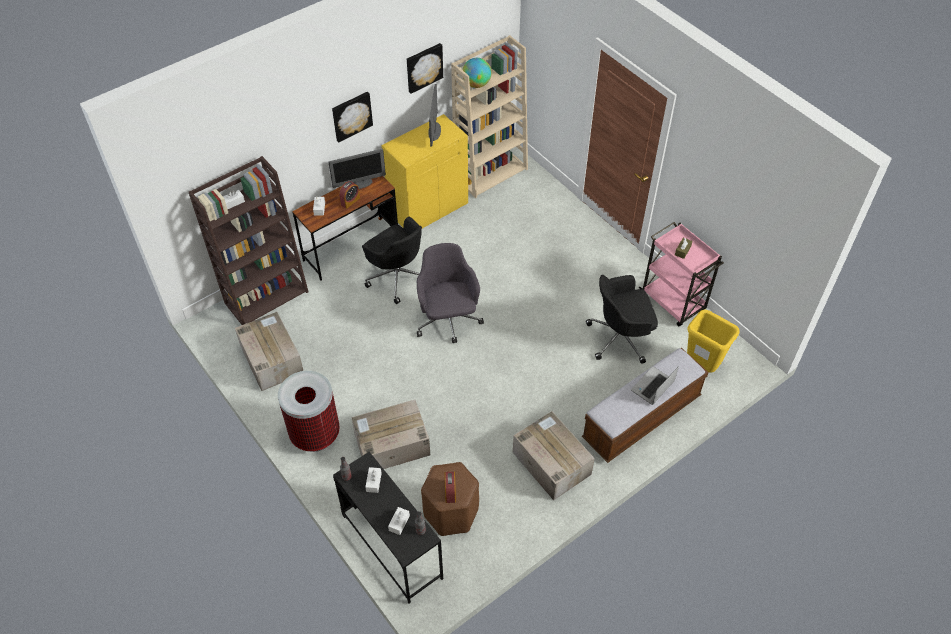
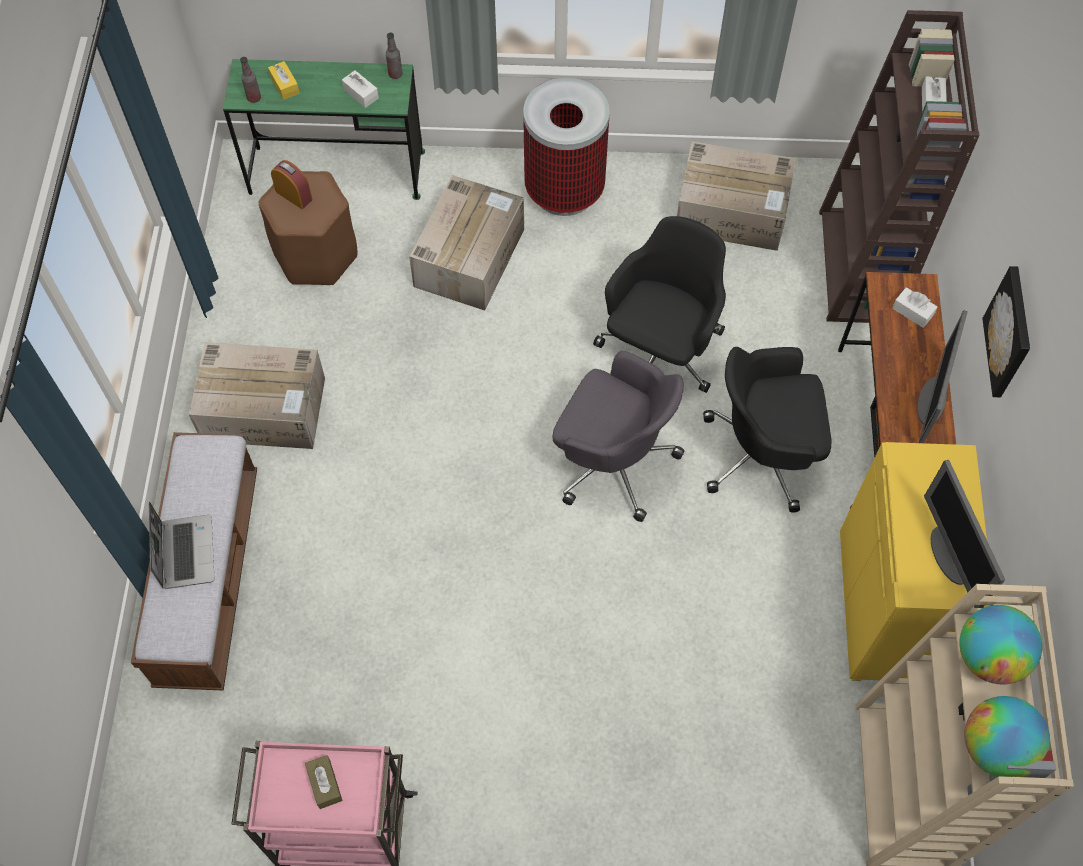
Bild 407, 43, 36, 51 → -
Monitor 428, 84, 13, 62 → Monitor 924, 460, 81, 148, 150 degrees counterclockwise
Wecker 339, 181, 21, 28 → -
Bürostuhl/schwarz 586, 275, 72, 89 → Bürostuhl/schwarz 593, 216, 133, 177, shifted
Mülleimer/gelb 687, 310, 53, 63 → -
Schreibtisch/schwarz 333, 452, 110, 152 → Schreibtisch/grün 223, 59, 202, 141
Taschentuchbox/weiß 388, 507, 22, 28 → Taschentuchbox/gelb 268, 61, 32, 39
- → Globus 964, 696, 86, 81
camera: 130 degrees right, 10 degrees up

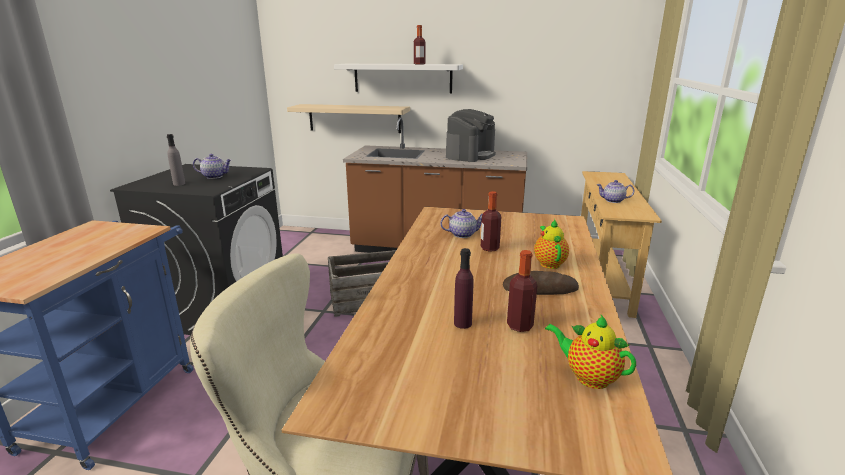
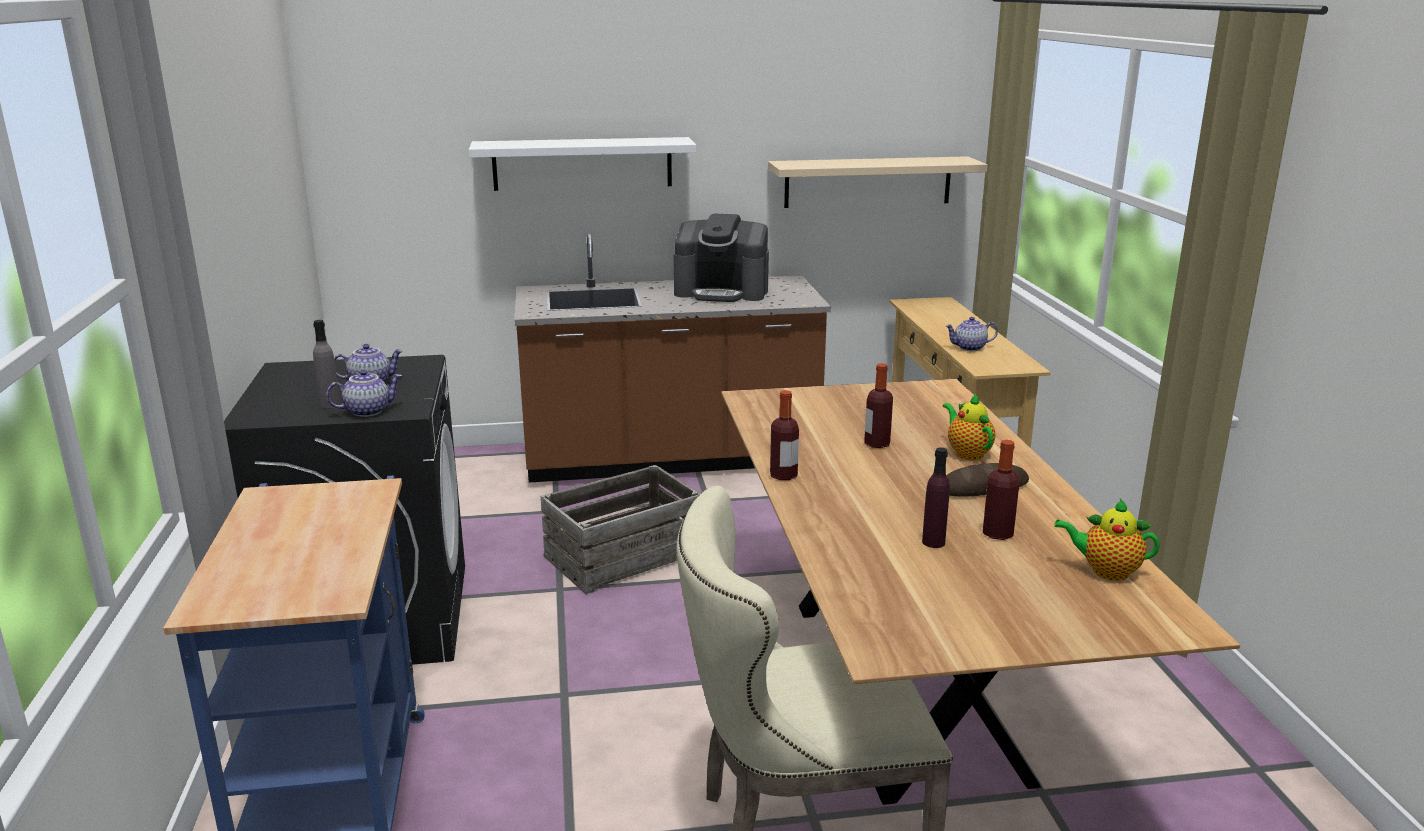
Flasche 414, 25, 11, 40 → Flasche 770, 390, 29, 90, shifted
Wandregal/beige 287, 104, 123, 29 → Wandregal/beige 768, 156, 220, 52, shifted
Kaffeemaschine 446, 109, 50, 53 → Kaffeemaschine 674, 214, 95, 88, 90 degrees clockwise
Teekanne 440, 209, 43, 29 → Teekanne 326, 370, 76, 47, shifted
camera: 20 degrees left, 0 degrees up

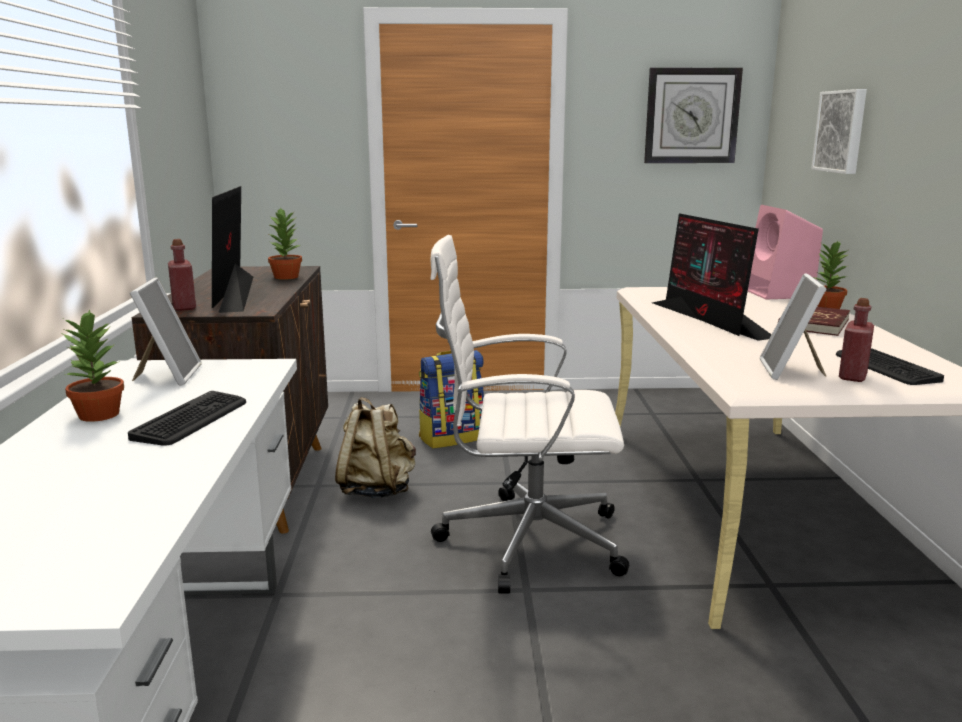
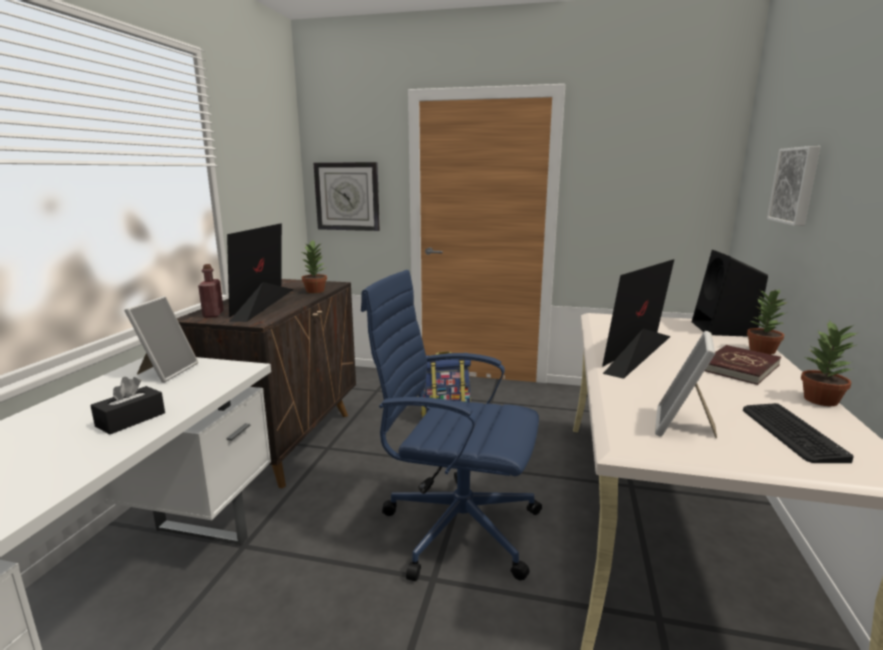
Wanduhr 644, 68, 99, 95 → Wanduhr 313, 162, 67, 69, shifted
Lautsprecher/rosa 748, 205, 75, 94 → Lautsprecher/schwarz 692, 250, 76, 87
Monitor 652, 213, 119, 128 → Monitor 602, 259, 72, 120, 45 degrees clockwise
Bürostuhl/weiß 431, 235, 198, 359 → Bürostuhl/blau 361, 270, 181, 311
Flasche/rot 839, 298, 35, 84 → -
Topfpflanze 63, 310, 61, 112 → Topfpflanze 801, 321, 58, 85, shifted
Tastatur 128, 391, 118, 55 → Taschentuchbox/schwarz 90, 377, 75, 57
Rucksack/beige 335, 397, 81, 101 → -
camera: 15 degrees right, 0 degrees up

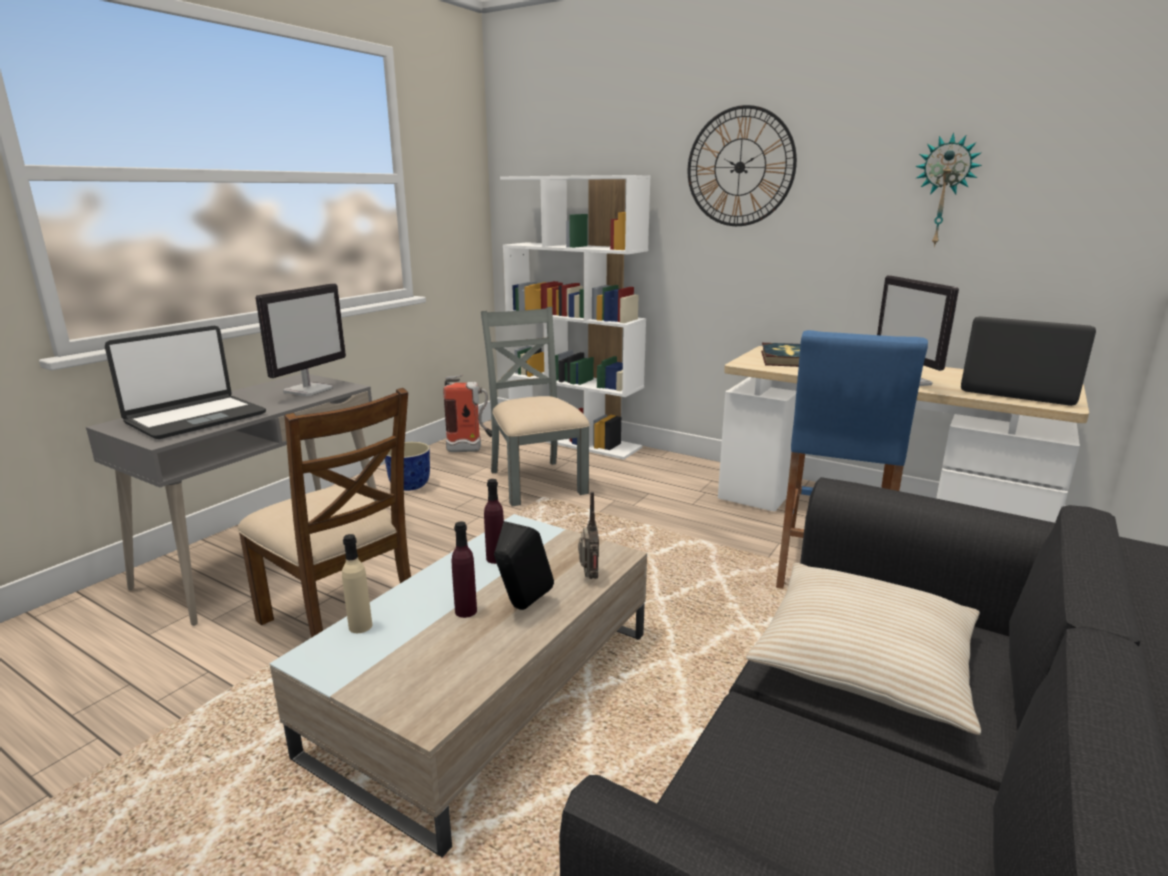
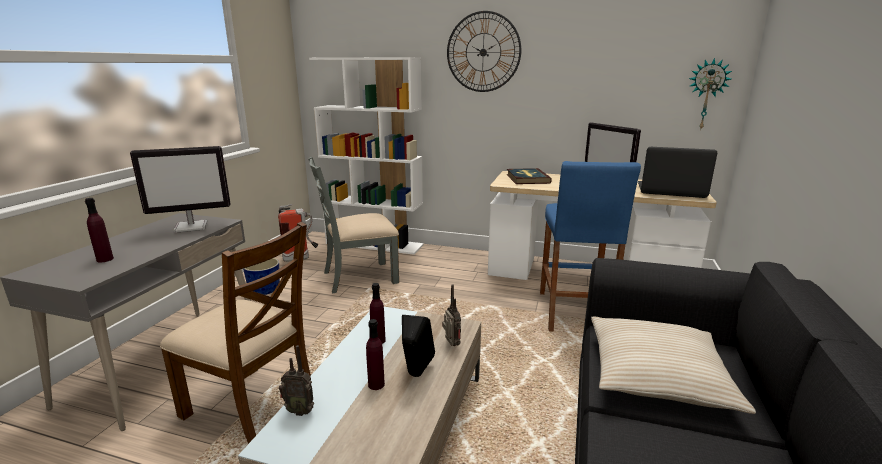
Wanduhr 915, 133, 67, 114 → Wanduhr 689, 58, 43, 73, shifted
Monitor 256, 283, 90, 113 → Monitor 130, 146, 101, 87, 60 degrees clockwise
Stuhl/grau 481, 307, 109, 200 → Stuhl/grau 308, 157, 91, 136, 75 degrees counterclockwise
Laptop 105, 326, 161, 113 → Flasche/lila 85, 198, 29, 64
Flasche/beige 342, 534, 30, 99 → Radio 279, 345, 35, 71
camera: 15 degrees left, 0 degrees up

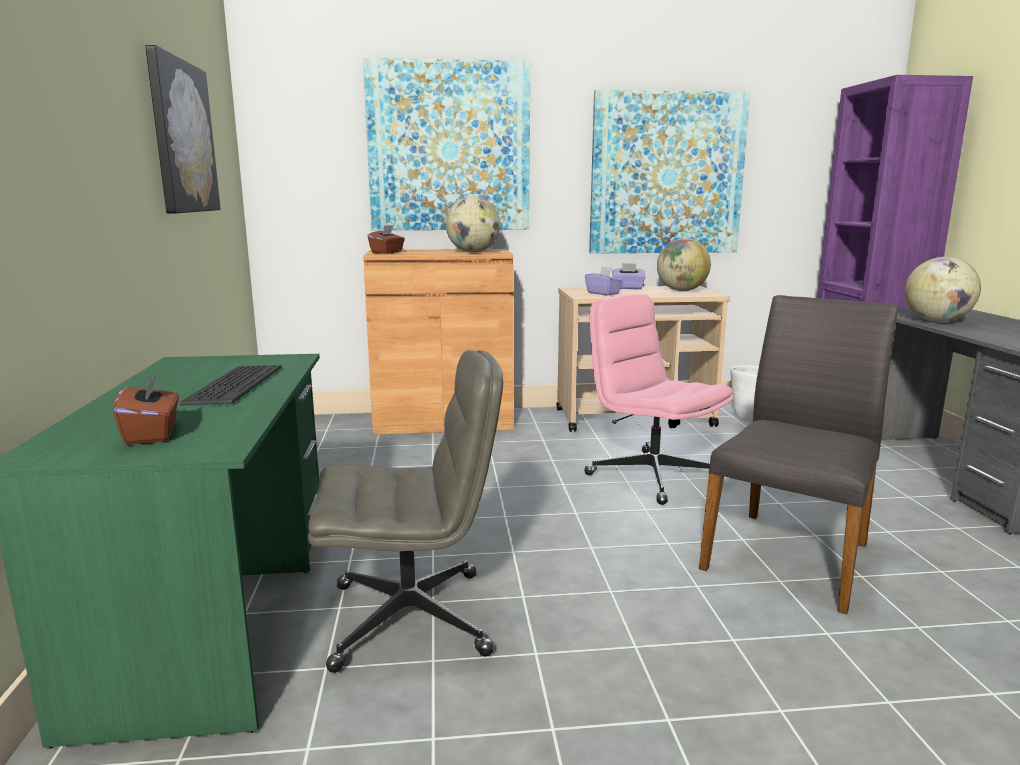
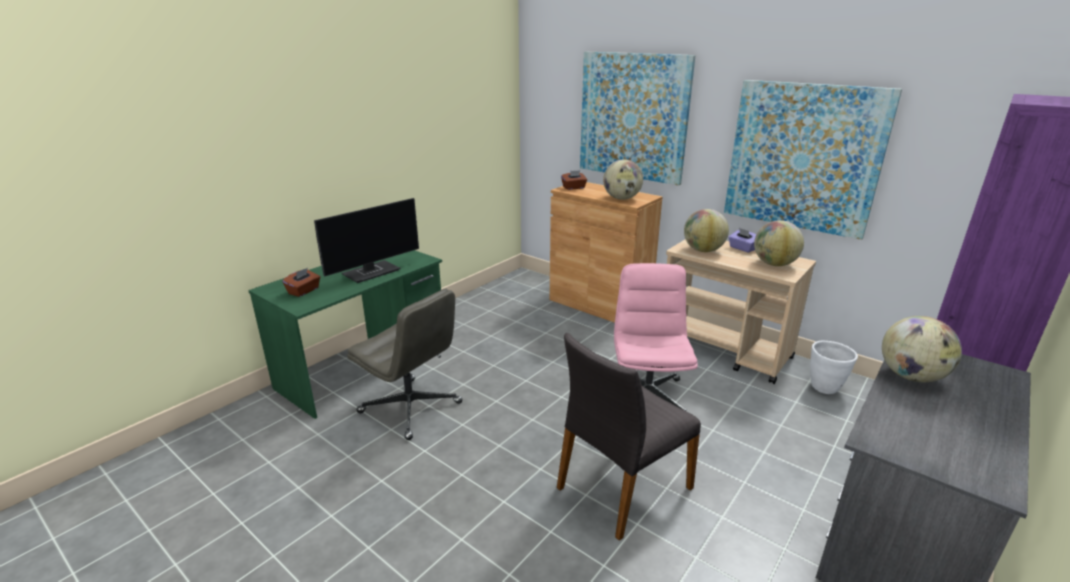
Bild 145, 45, 76, 168 → -
Taschentuchbox/lila 585, 266, 38, 29 → Globus 684, 209, 45, 43
Stuhl/grau 699, 295, 199, 319 → Stuhl/grau 557, 333, 144, 208, 150 degrees clockwise
Tastatur 180, 365, 102, 40 → Monitor 314, 198, 105, 85
camera: 45 degrees right, 10 degrees up

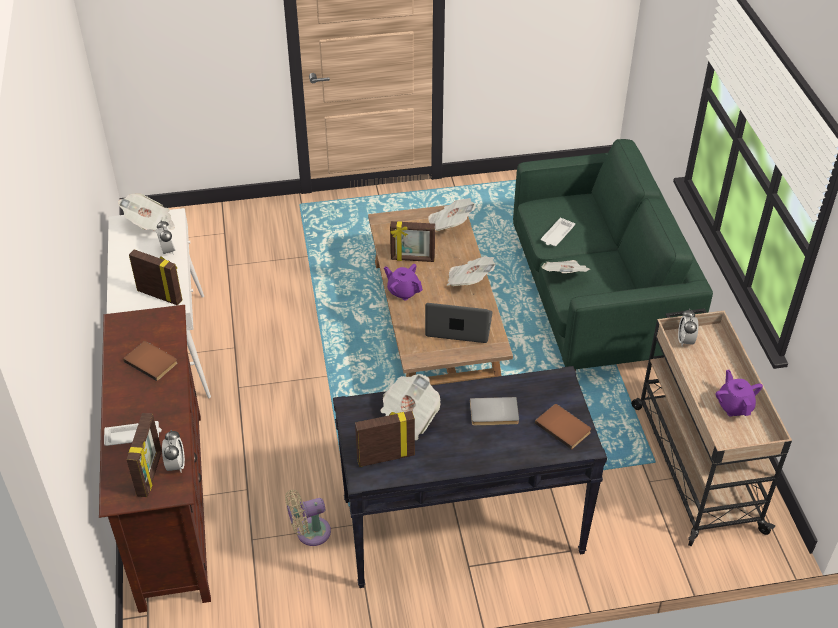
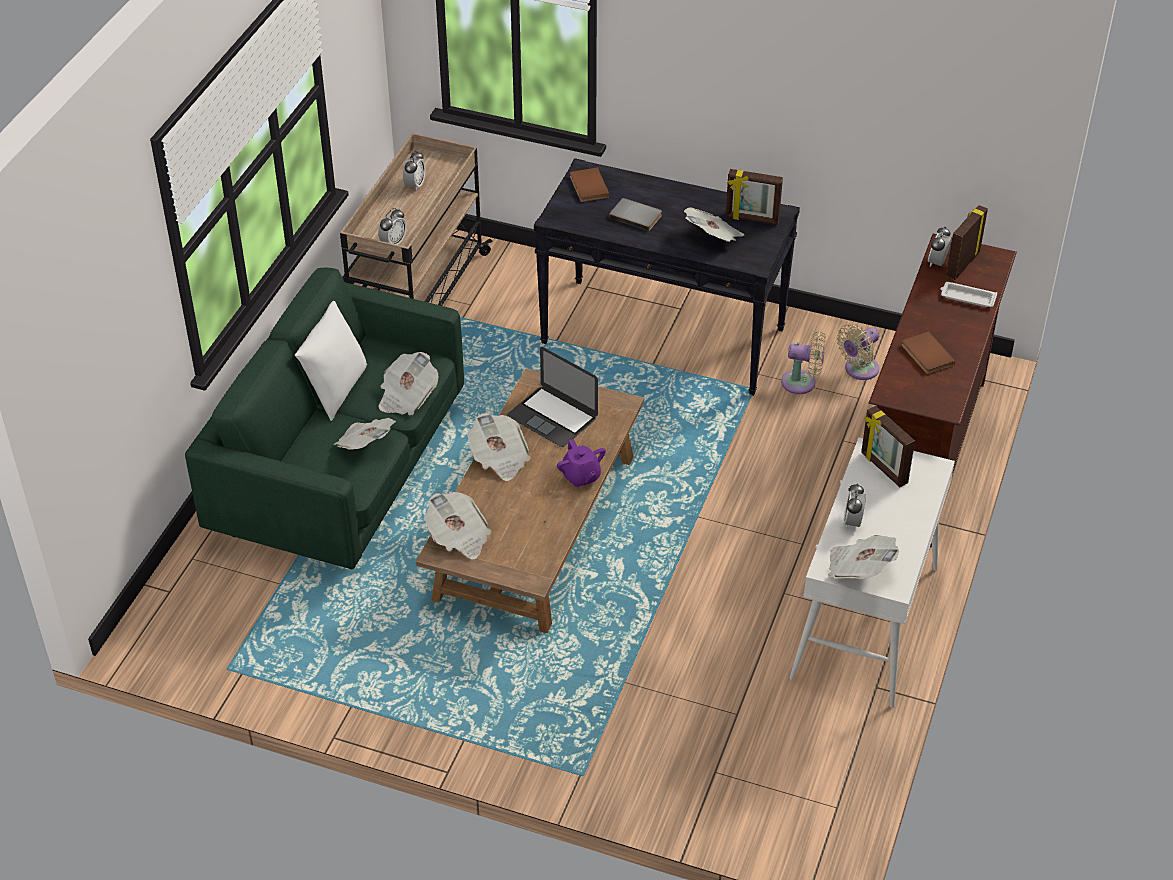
Tablett/weiß 541, 218, 34, 28 → Zeitung 334, 418, 62, 32
Bilderrahmen 390, 221, 45, 41 → -
Teekanne/lila 716, 370, 47, 47 → Wecker 403, 150, 22, 41
- → Kissen/weiß 295, 301, 72, 120
- → Ventilator/beige 837, 324, 42, 56
camera: 150 degrees left, 0 degrees up

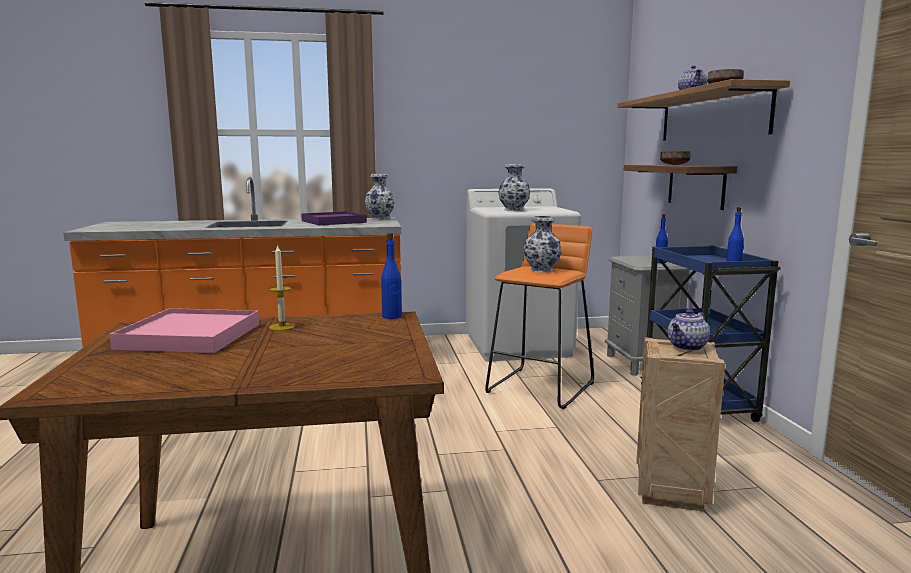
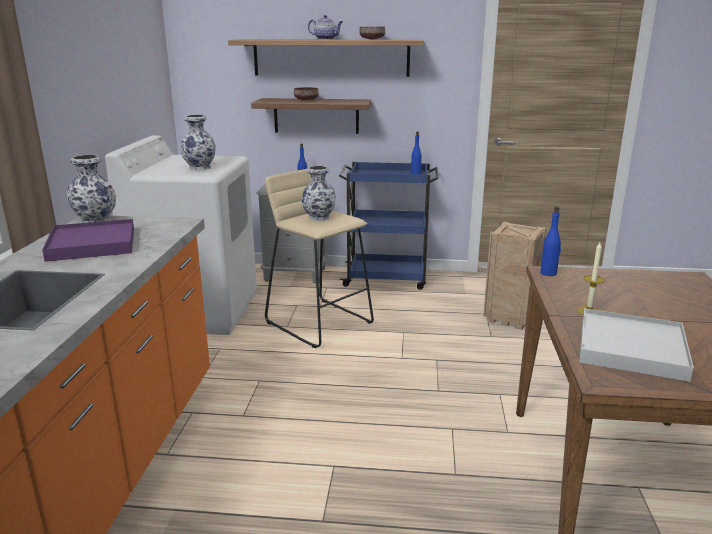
Hocker/orange 485, 224, 109, 185 → Hocker/beige 265, 168, 109, 180
Tablett/rosa 110, 308, 149, 45 → Tablett/weiß 579, 308, 115, 74
Teekanne 668, 309, 42, 42 → -
camera: 75 degrees left, 10 degrees up

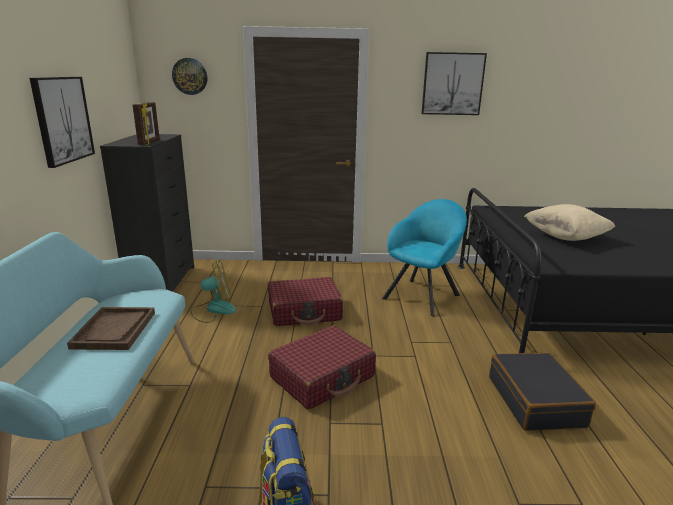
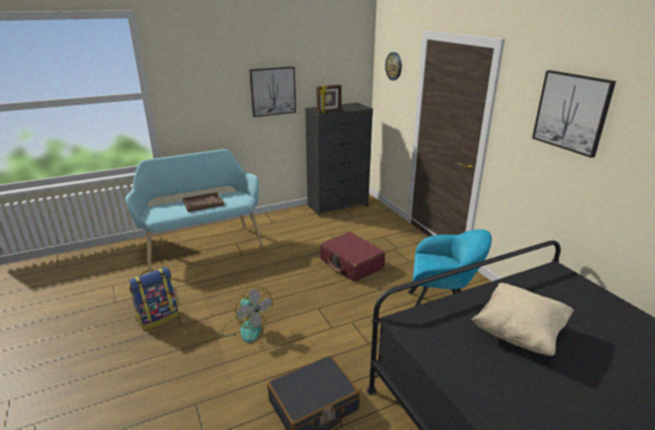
Ventilator 191, 260, 45, 63 → Ventilator 222, 286, 51, 57, shifted
Koffer/rot 268, 325, 108, 85 → -
camera: 65 degrees right, 5 degrees up

